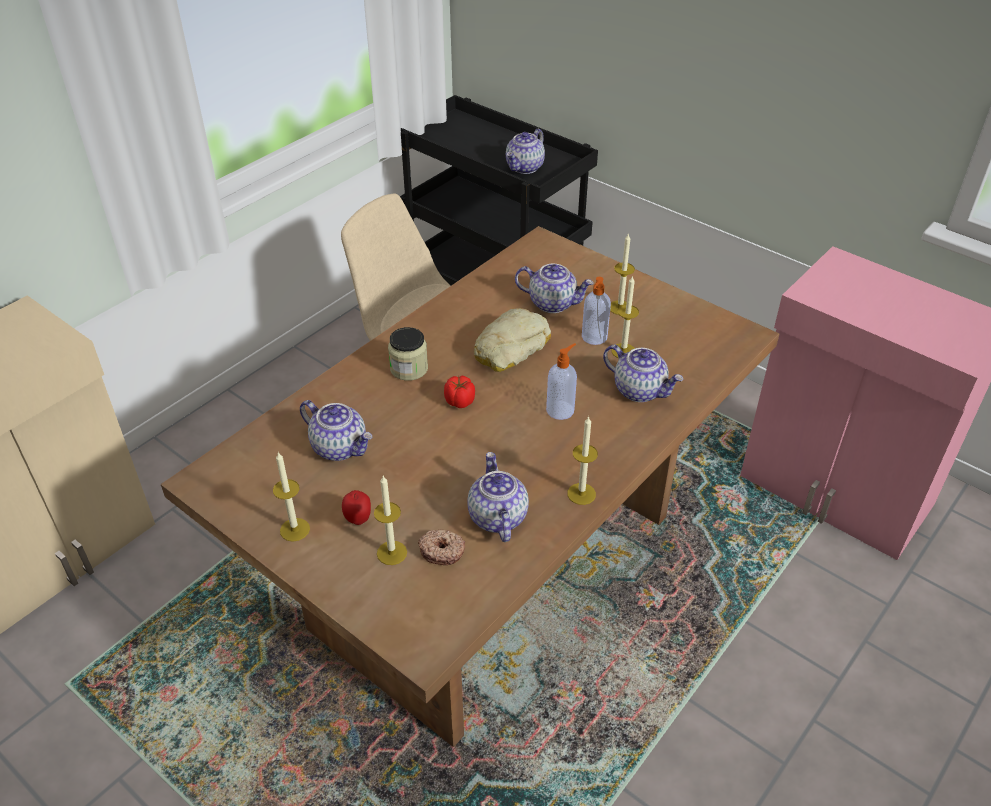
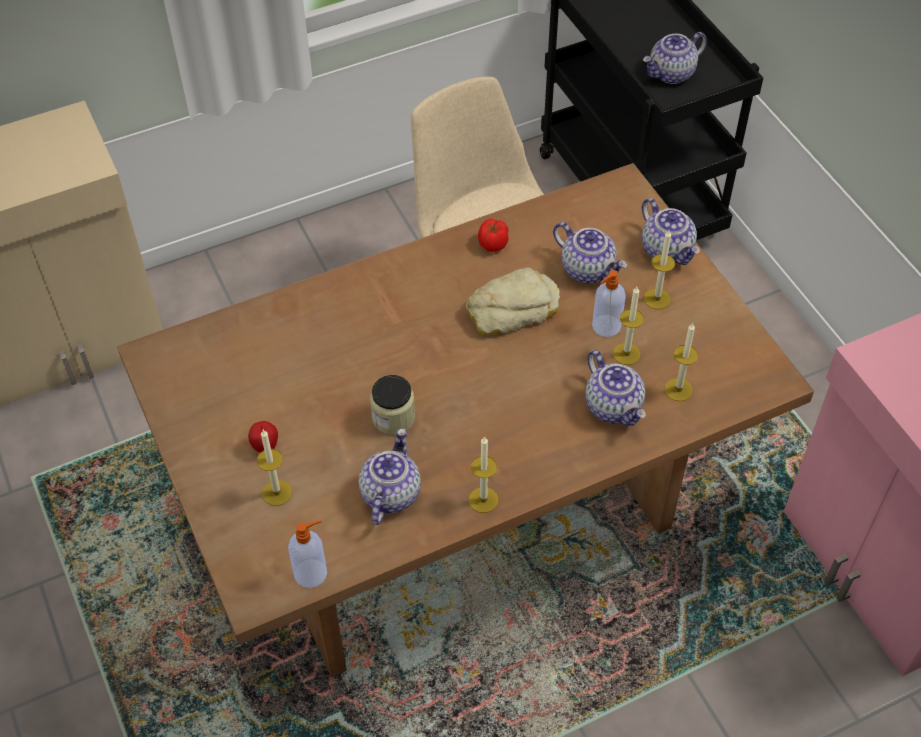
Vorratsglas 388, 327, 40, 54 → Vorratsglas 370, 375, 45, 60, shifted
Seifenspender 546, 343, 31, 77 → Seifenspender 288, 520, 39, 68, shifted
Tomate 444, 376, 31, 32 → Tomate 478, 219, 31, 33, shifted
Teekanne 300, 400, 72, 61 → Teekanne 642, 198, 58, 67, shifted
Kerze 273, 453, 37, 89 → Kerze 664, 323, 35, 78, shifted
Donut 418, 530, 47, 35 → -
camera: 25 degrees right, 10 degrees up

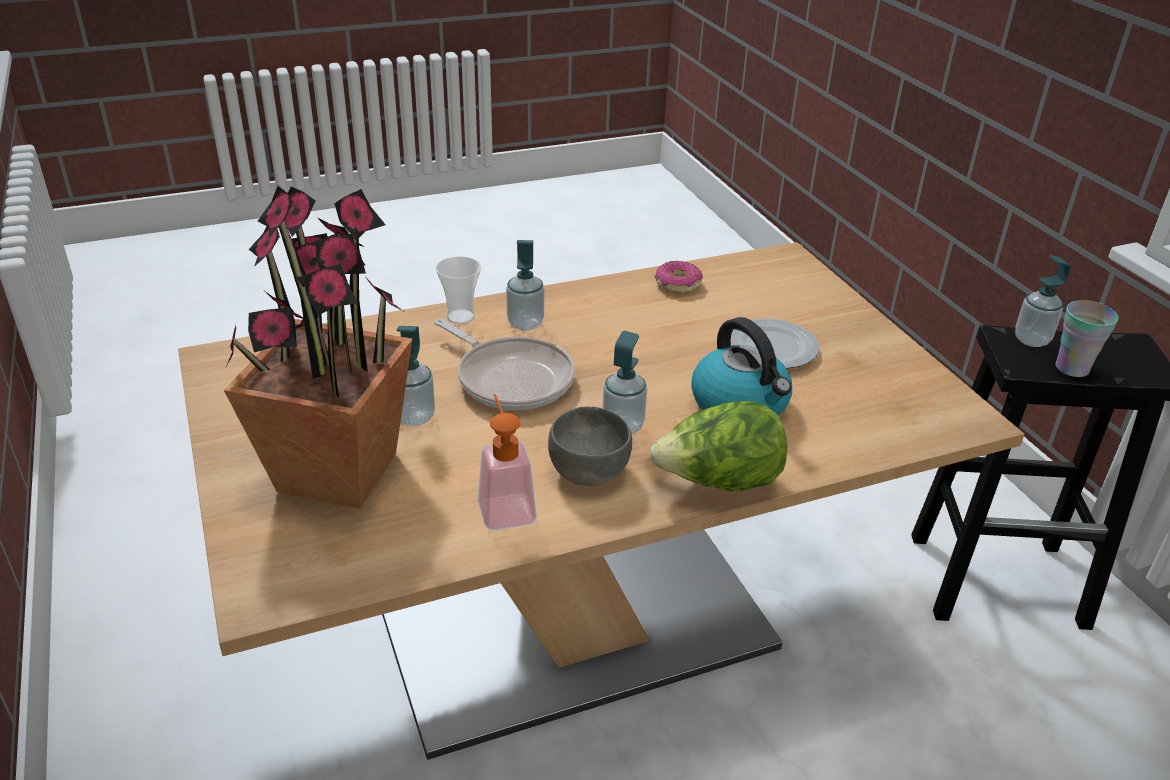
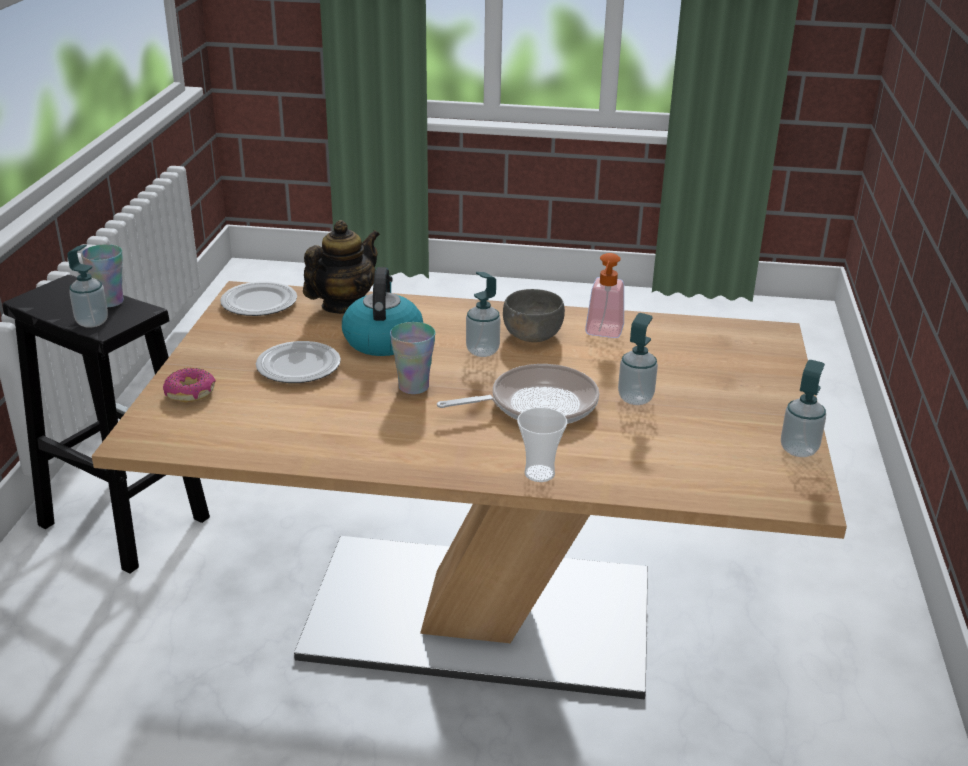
Topfpflanze 224, 186, 188, 323 → -
Seifenspender 506, 240, 38, 91 → Seifenspender 781, 360, 45, 97, shifted
Donut 655, 261, 48, 32 → Donut 163, 368, 53, 34, shifted
Pfanne 434, 319, 141, 91 → Pfanne 437, 364, 162, 60, 90 degrees clockwise
Salatkopf 650, 401, 137, 90 → -
- → Teekanne 303, 220, 77, 94
- → Teller 220, 281, 77, 35
- → Tasse 390, 322, 46, 72
camera: 150 degrees left, 5 degrees down

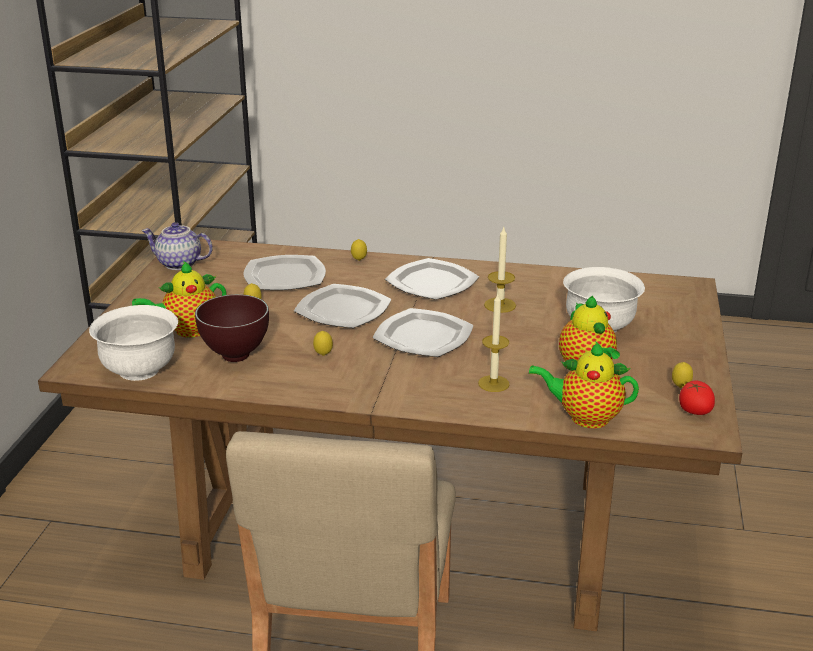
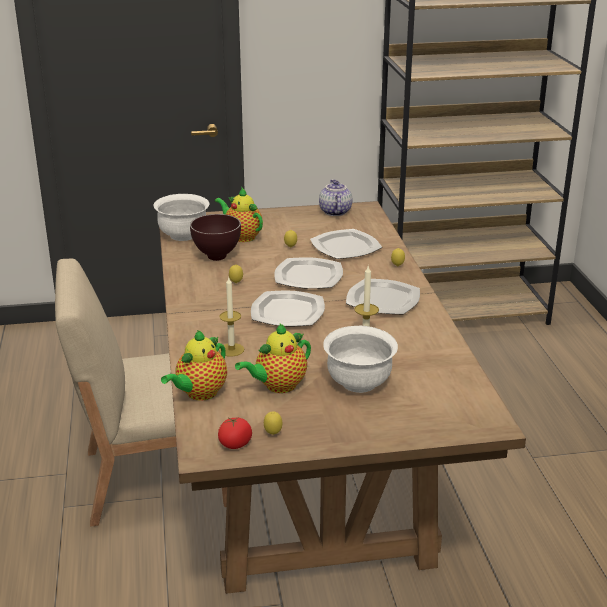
Teekanne 529, 341, 110, 87 → Teekanne 161, 330, 66, 71, 135 degrees counterclockwise
camera: 70 degrees right, 0 degrees up

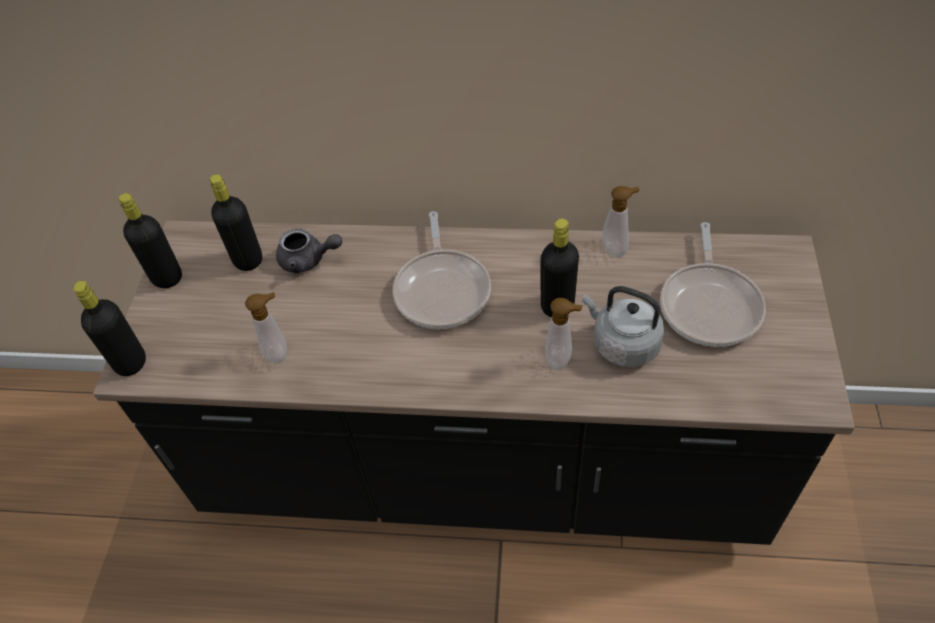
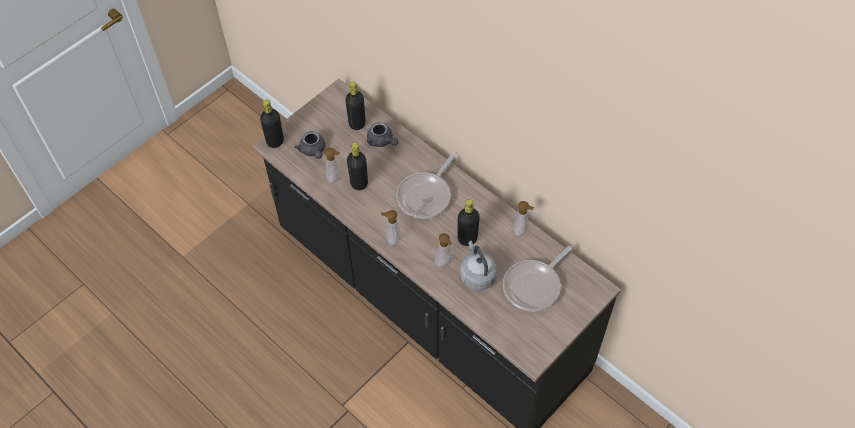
Flasche/schwarz 118, 193, 64, 95 → Flasche/schwarz 347, 142, 21, 48, shifted
- → Teekanne/grau 294, 131, 31, 28
- → Seifenspender 381, 210, 19, 36
camera: 35 degrees right, 5 degrees up

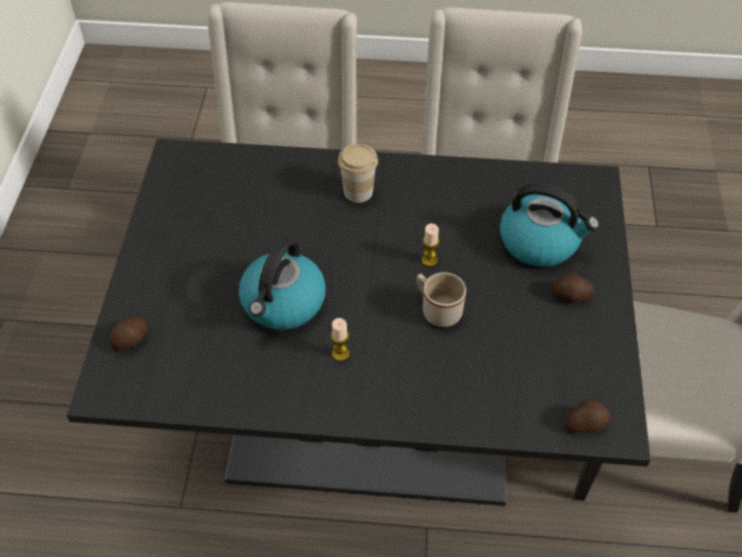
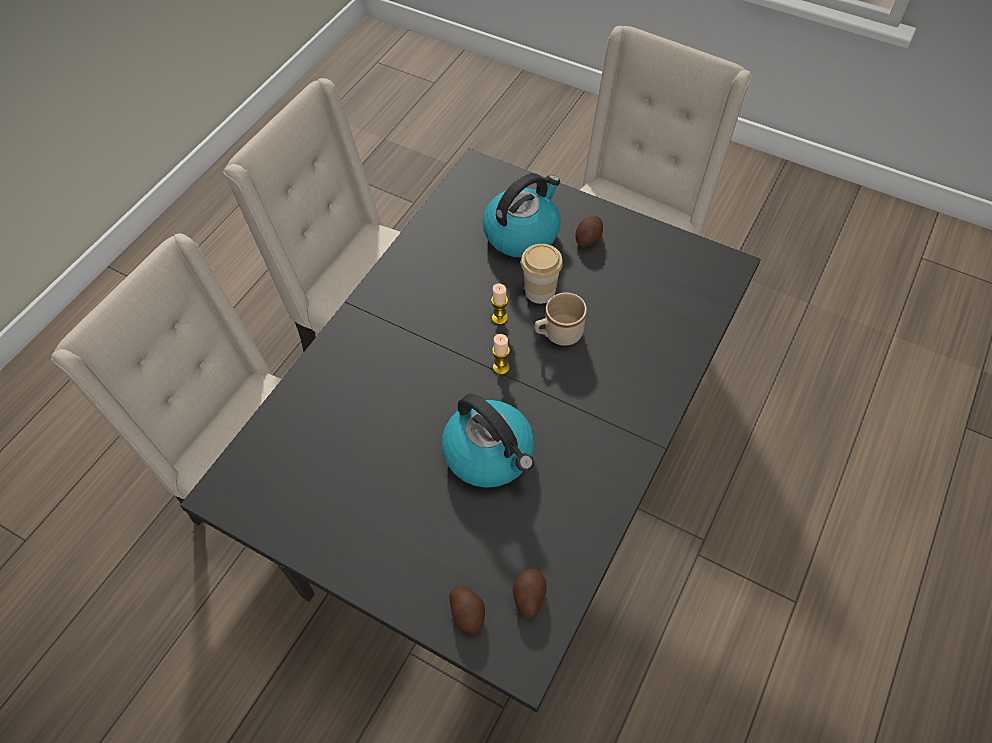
Tasse 338, 144, 40, 59 → Tasse 521, 244, 42, 60, shifted
Kerze 331, 318, 19, 43 → Kerze 492, 334, 18, 41, shifted
Kartoffel 565, 400, 46, 33 → Kartoffel 512, 568, 35, 51, shifted
camera: 65 degrees left, 5 degrees up

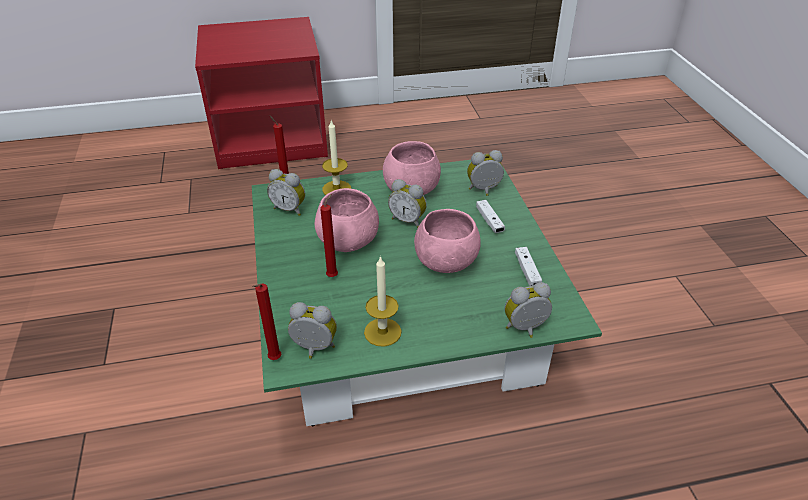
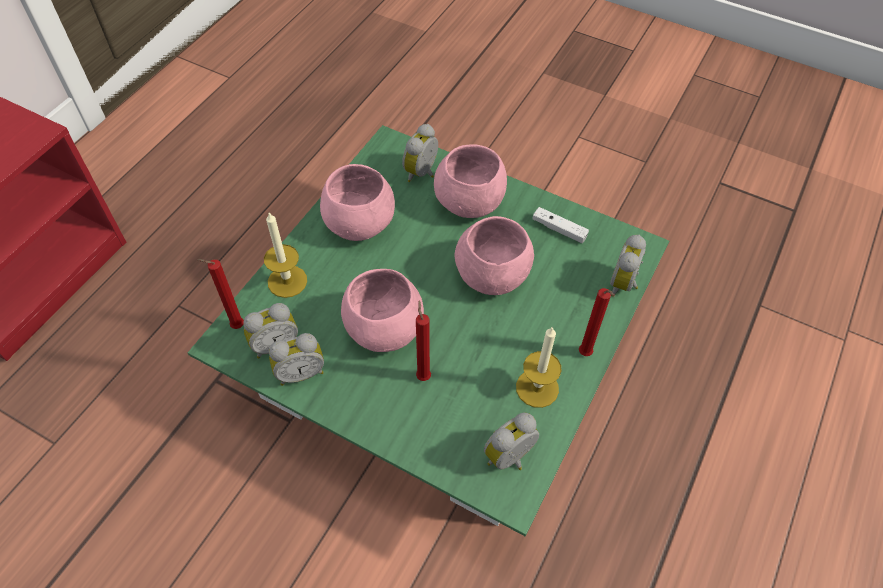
Wecker 388, 179, 39, 49 → Wecker 269, 333, 55, 53, shifted
Gamepad/weiß 476, 200, 29, 33 → Schüssel/rosa 434, 144, 73, 74
Kerze/rot 252, 284, 30, 76 → Kerze/rot 579, 288, 36, 68, shifted
camera: 50 degrees left, 15 degrees up

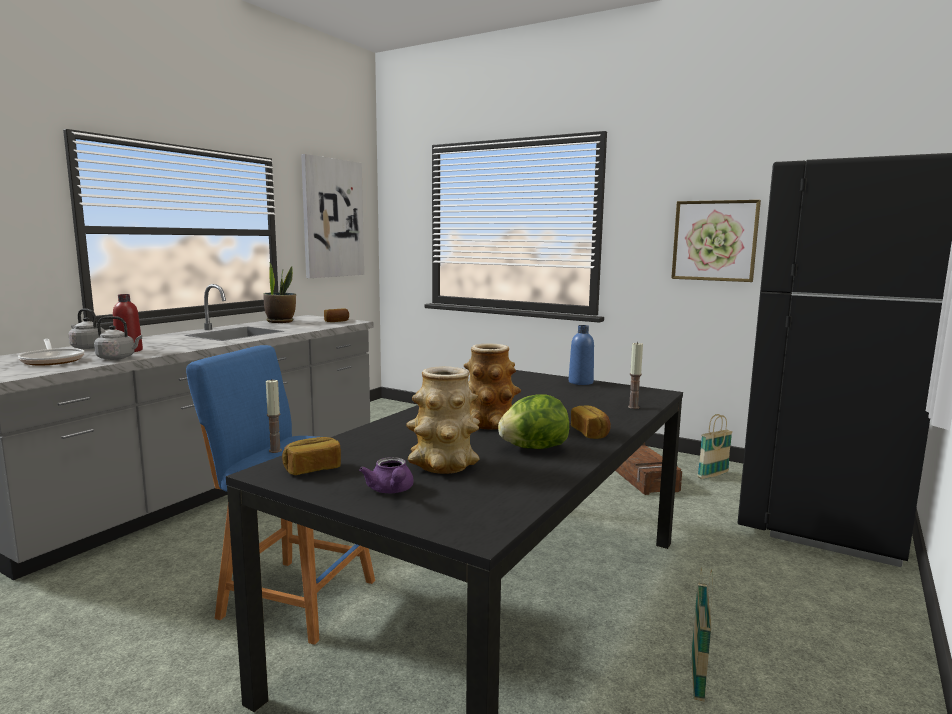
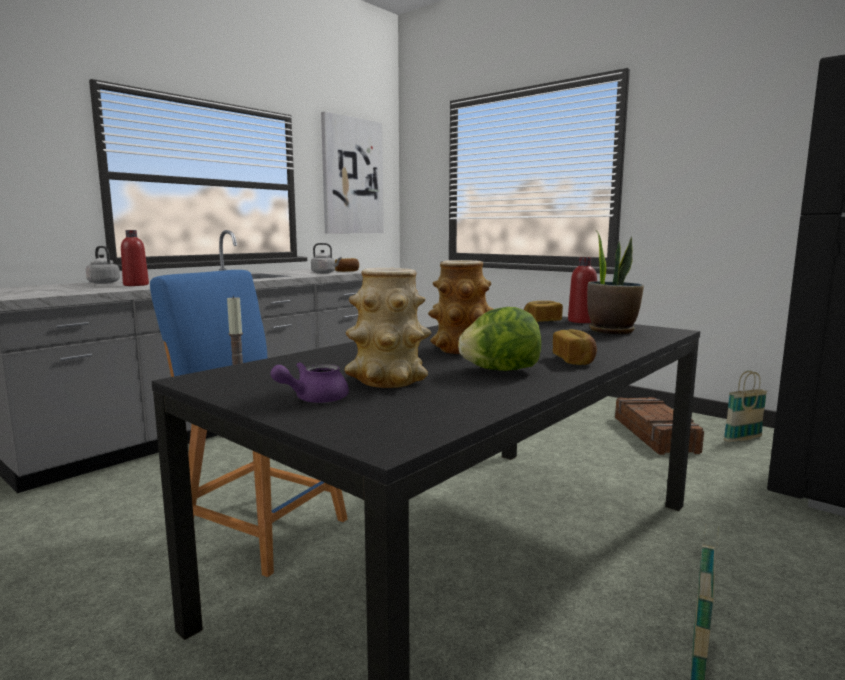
Bild 671, 200, 90, 82 → -
Topfpflanze 263, 262, 33, 61 → Topfpflanze 587, 231, 57, 103, shifted
Wasserkessel/grau 94, 316, 48, 44 → Wasserkessel/grau 311, 243, 31, 31, shifted
Flasche/blau 569, 325, 25, 60 → Flasche/rot 568, 257, 29, 66
Pfanne 18, 339, 67, 26 → -
Kerze 628, 342, 15, 67 → -
Brot 282, 437, 59, 38 → Brot 524, 301, 39, 21, shifted
Teekanne/lila 359, 457, 55, 36 → Teekanne/lila 270, 362, 79, 41, 60 degrees clockwise
camera: 10 degrees right, 0 degrees up

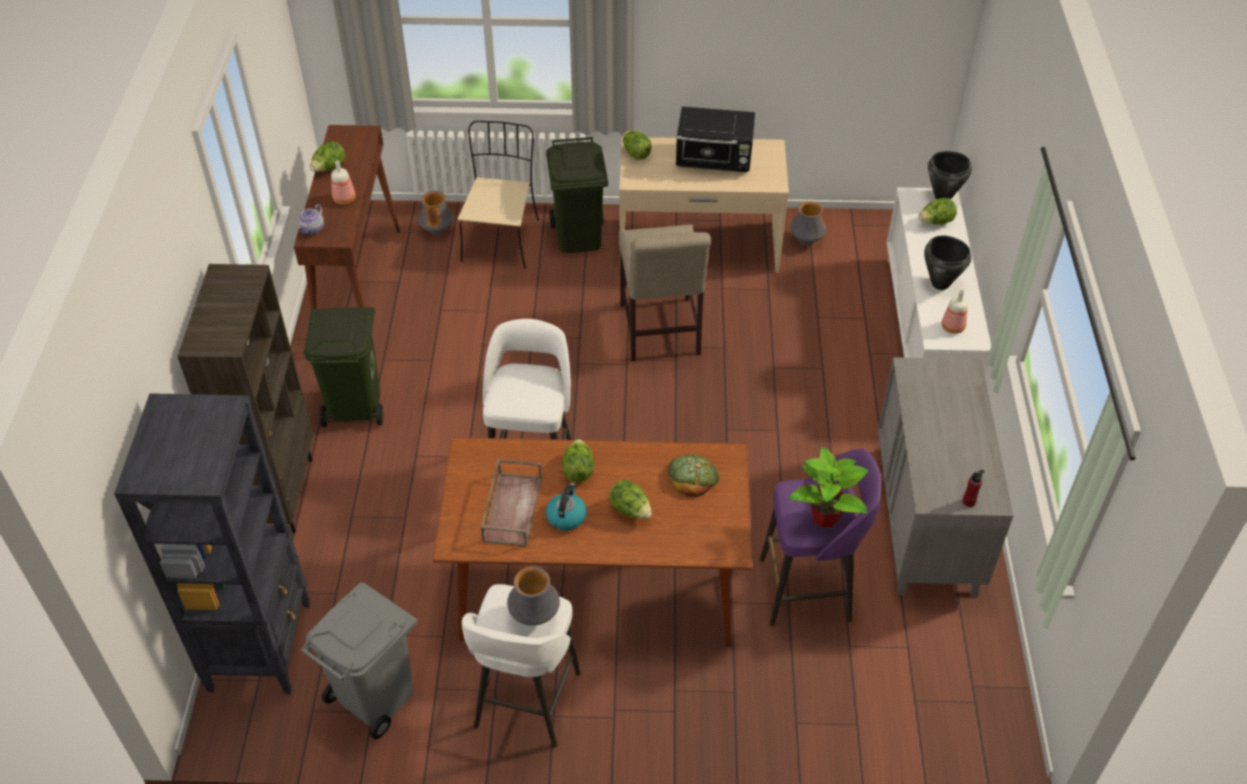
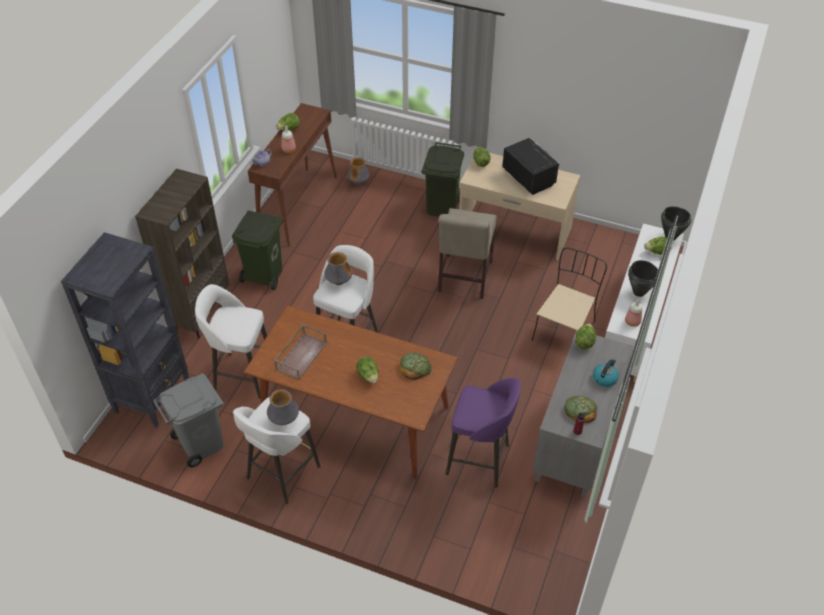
Mikrowelle/schwarz 676, 107, 79, 65 → Mikrowelle/schwarz 502, 138, 58, 57, 150 degrees counterclockwise
Stuhl/beige 458, 121, 81, 148 → Stuhl/beige 532, 248, 75, 93, shifted
Vase 790, 201, 36, 44 → Vase 324, 252, 29, 33, shifted
Salatkopf 562, 439, 32, 44 → Salatkopf 575, 324, 21, 26, shifted
Topfpflanze 789, 447, 80, 80 → -
Wasserkessel 546, 483, 41, 47 → Wasserkessel 593, 359, 26, 28, shifted
- → Hocker/weiß 195, 284, 72, 115
- → Brot 564, 396, 33, 27
camera: 20 degrees right, 0 degrees up

